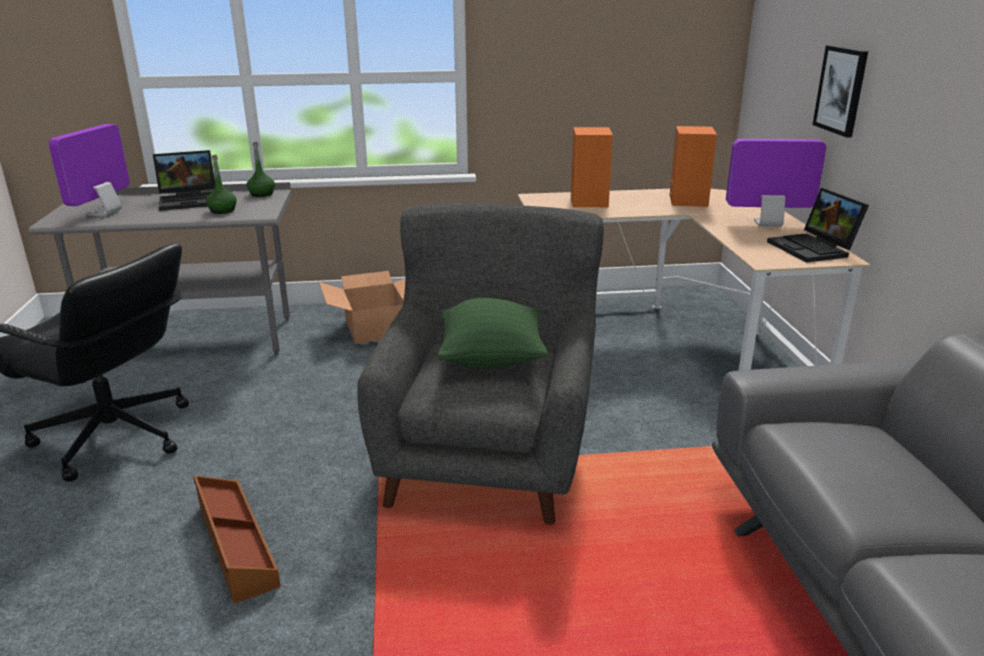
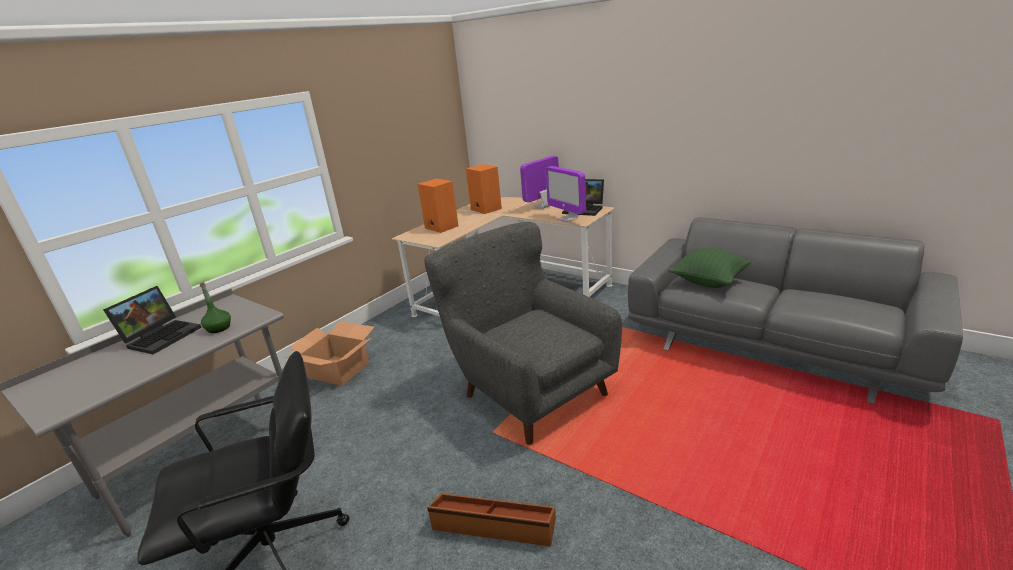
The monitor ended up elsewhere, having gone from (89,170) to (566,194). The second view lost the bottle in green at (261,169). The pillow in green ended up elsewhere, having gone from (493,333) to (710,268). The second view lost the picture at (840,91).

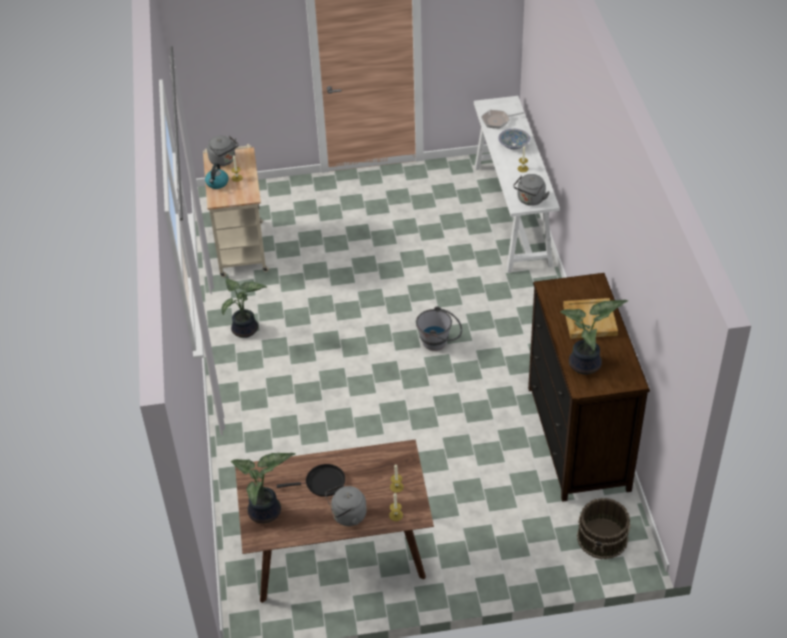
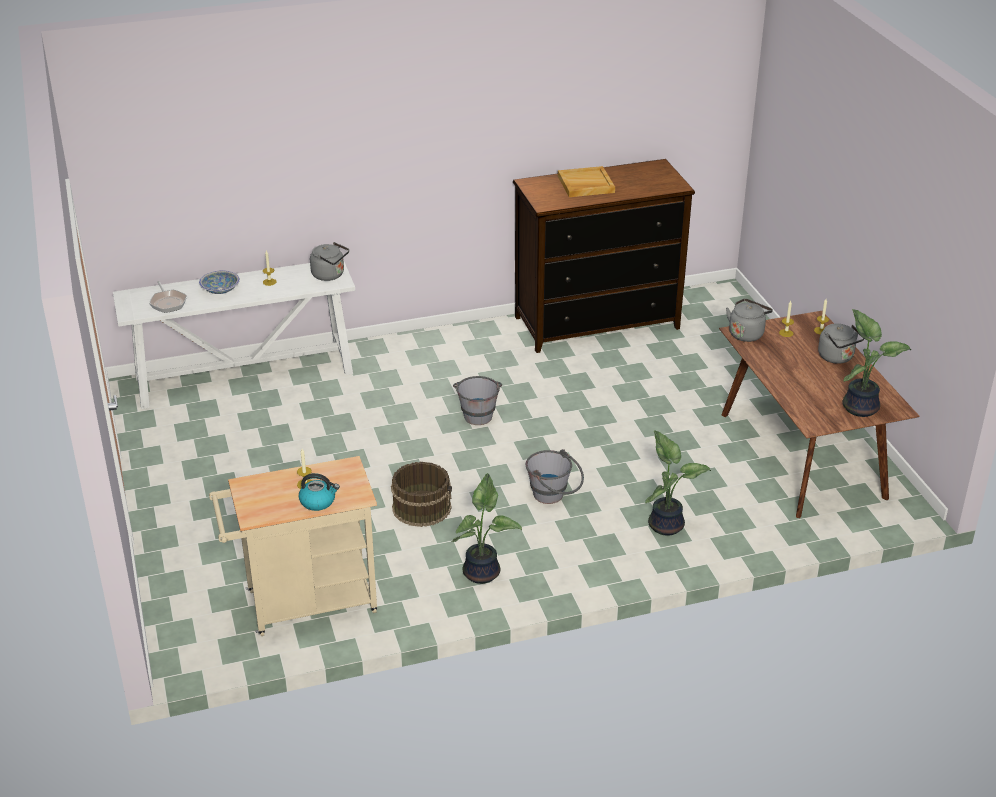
The kettle in grey ended up elsewhere, having gone from (223,151) to (749,320). The second view lost the frying pan in black at (311,480). The potted plant ended up elsewhere, having gone from (594,337) to (678,483). The bucket in brown ended up elsewhere, having gone from (604,528) to (421,494). The second view gained the bucket in grey at (554,476).

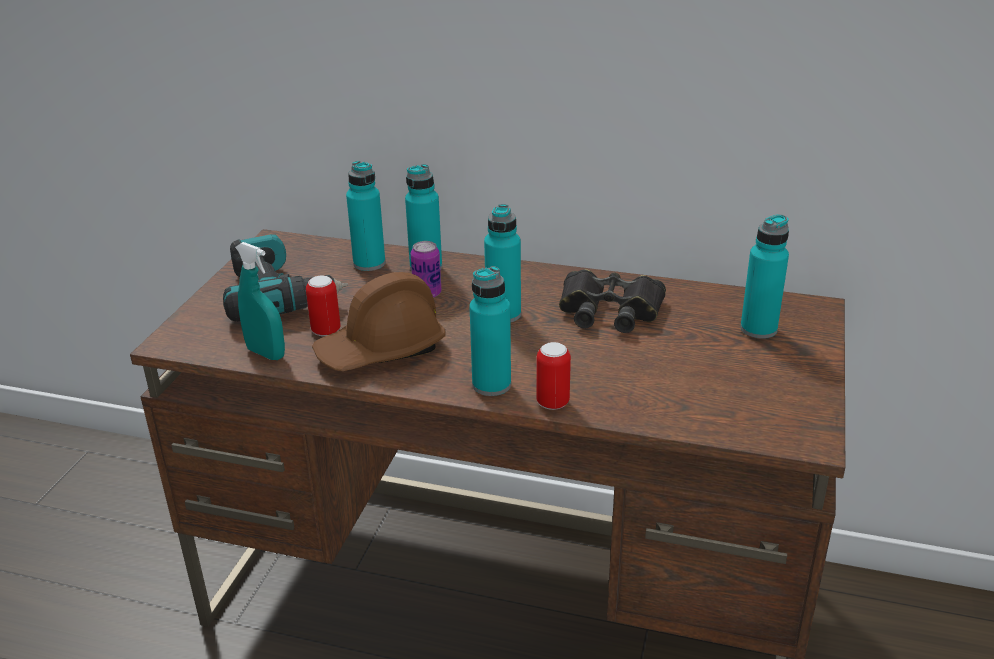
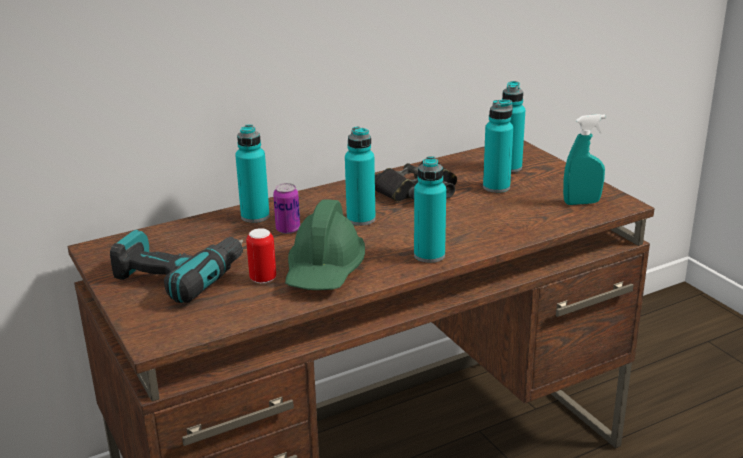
The spray bottle in turquoise ended up elsewhere, having gone from (260,301) to (584,159). What was the hard hat in brown at (378,321) turned into the hard hat in green at (325,244). The bottle in turquoise ended up elsewhere, having gone from (365,216) to (498,146). The second view lost the can at (553,376).

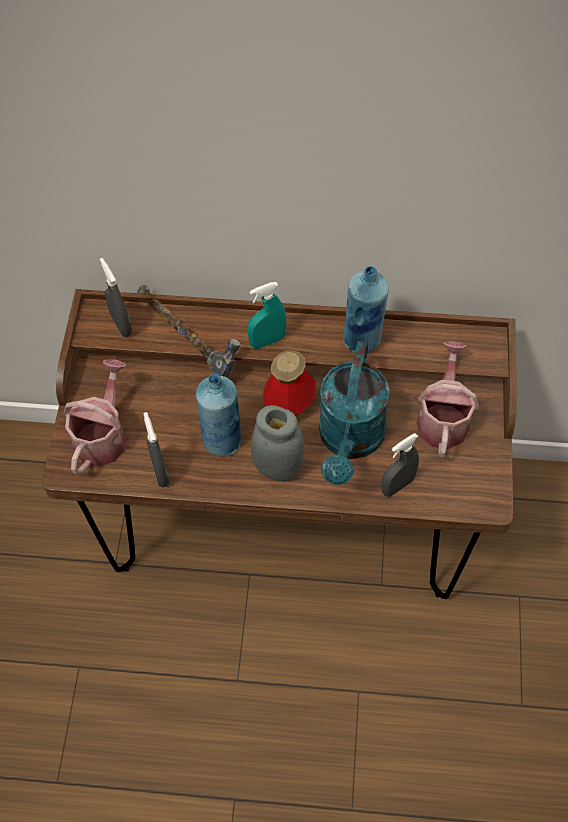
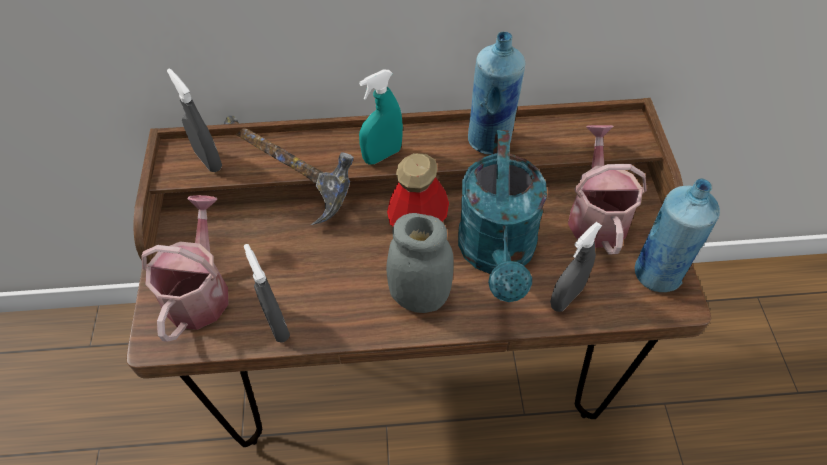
The bottle in blue ended up elsewhere, having gone from (219,414) to (677,235).

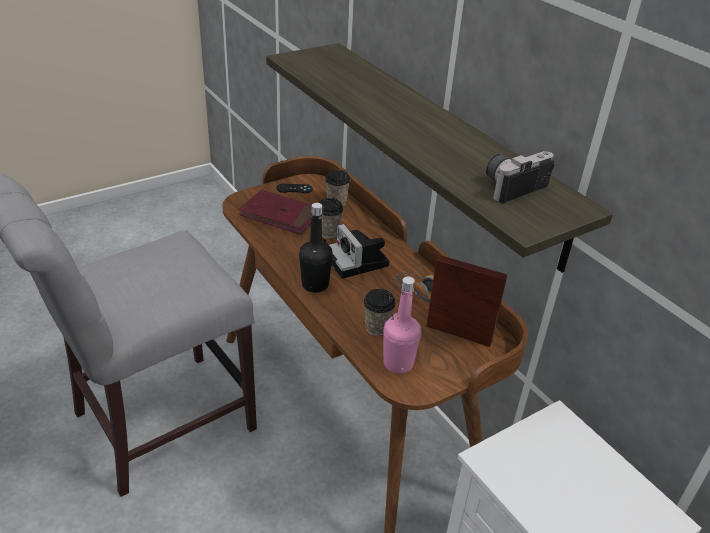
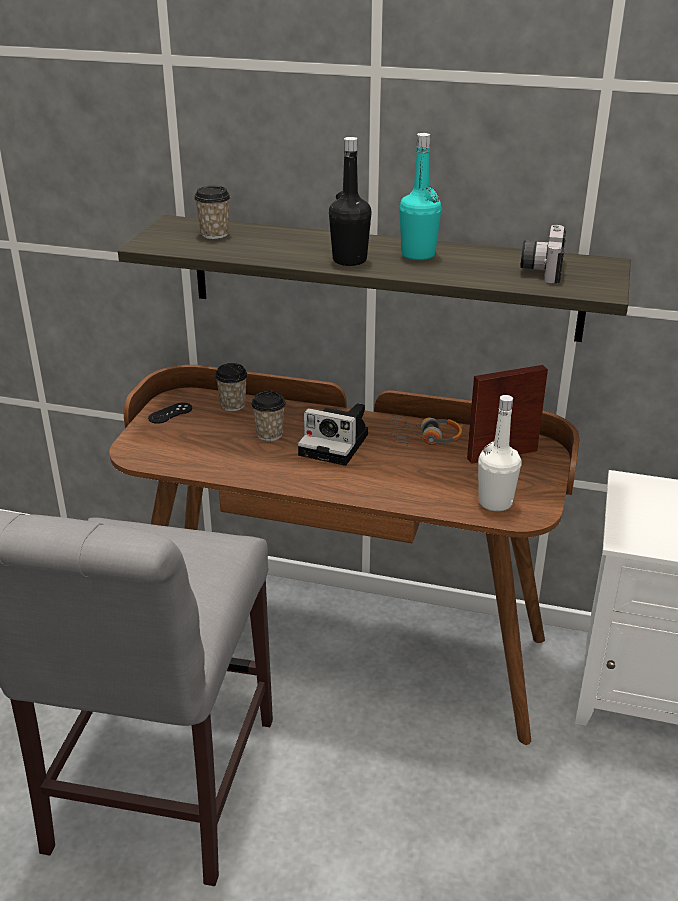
The second view lost the book in red at (275,212). The bottle in black ended up elsewhere, having gone from (316,248) to (350,201). The cup ended up elsewhere, having gone from (379,312) to (212,212). What was the bottle in pink at (402,325) turned into the bottle in white at (499,453). The second view gained the bottle in turquoise at (420,196).

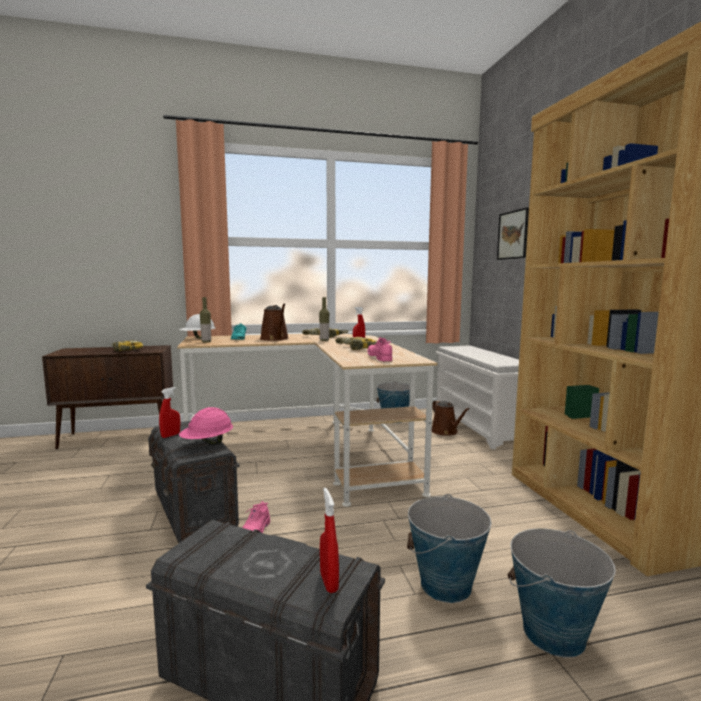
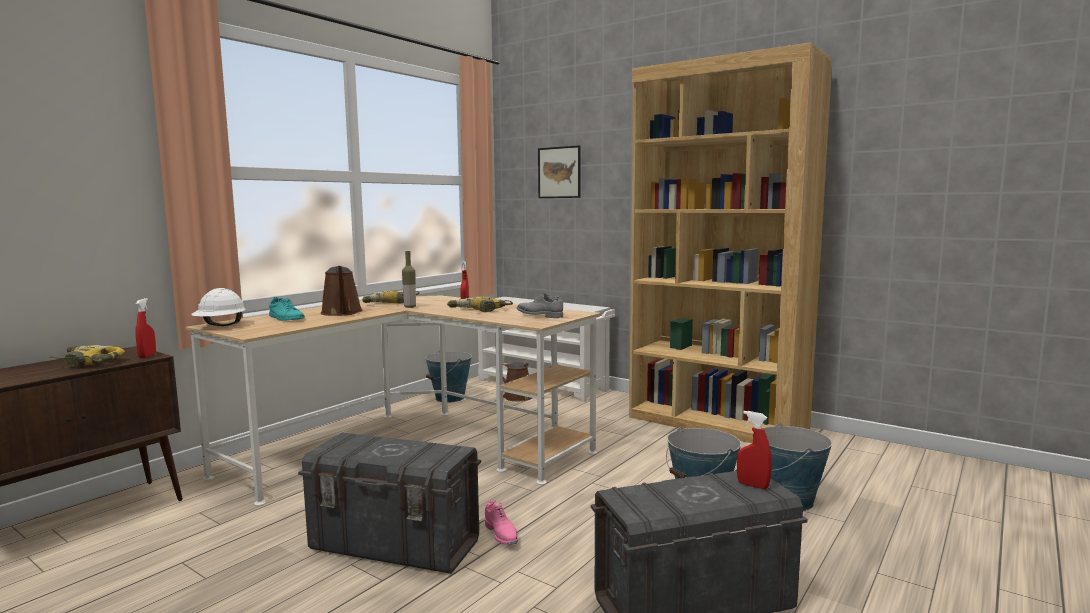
The spray bottle in red ended up elsewhere, having gone from (169,412) to (146,328). The second view lost the hard hat in pink at (206,426). The second view lost the bottle at (205,320). The watering can in brown at (274,322) ended up facing another way, 45 degrees clockwise from before. What was the shoe in pink at (379,349) turned into the shoe in grey at (540,305).

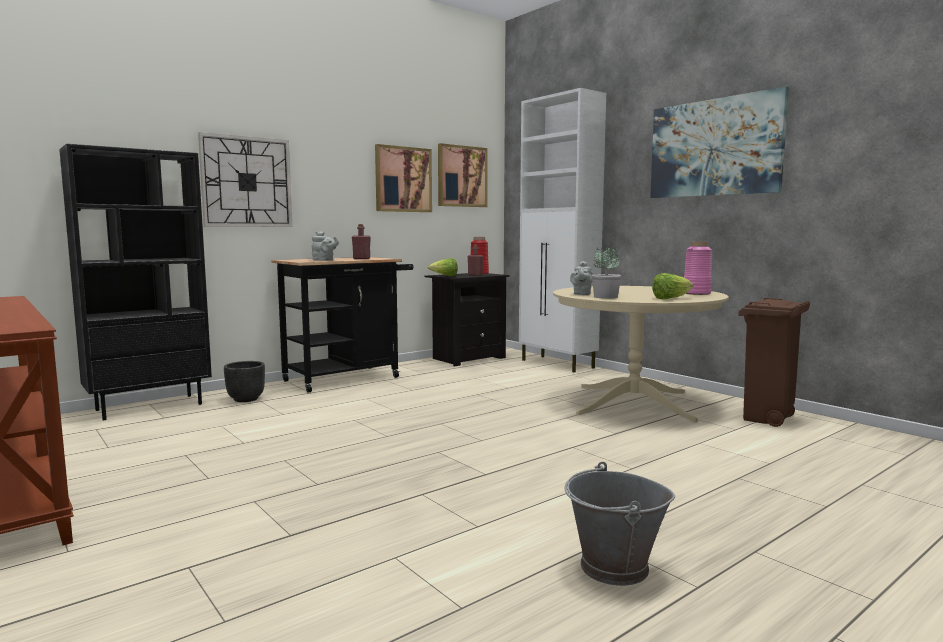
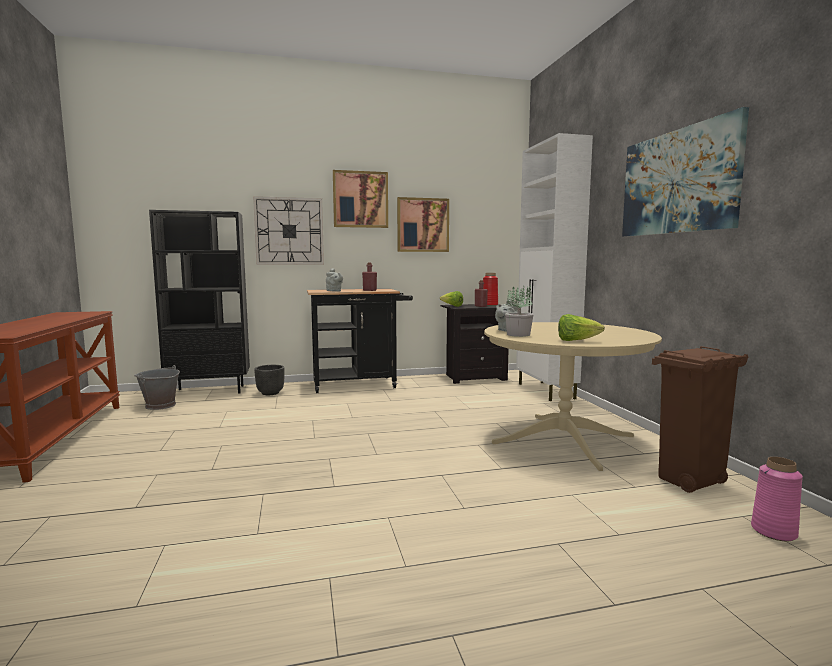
The picture ended up elsewhere, having gone from (463,175) to (360,199). The bucket in grey ended up elsewhere, having gone from (620,524) to (157,387). The vase in pink ended up elsewhere, having gone from (698,268) to (777,499).

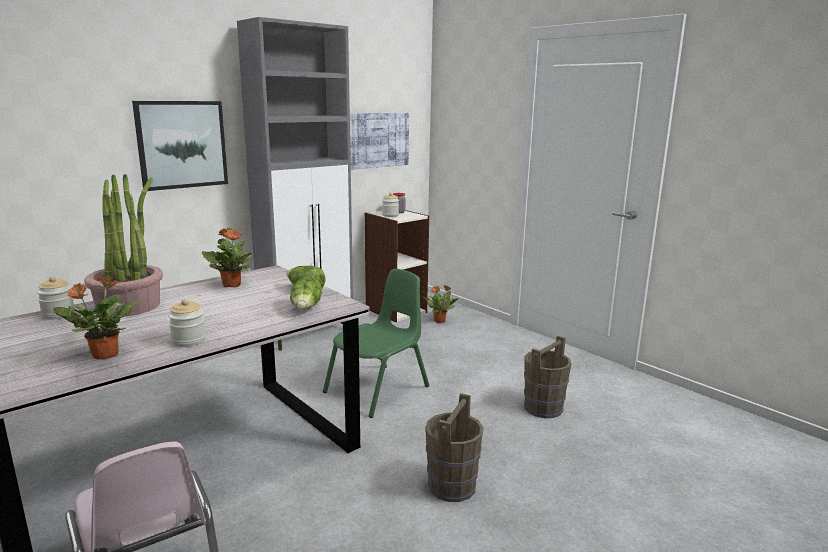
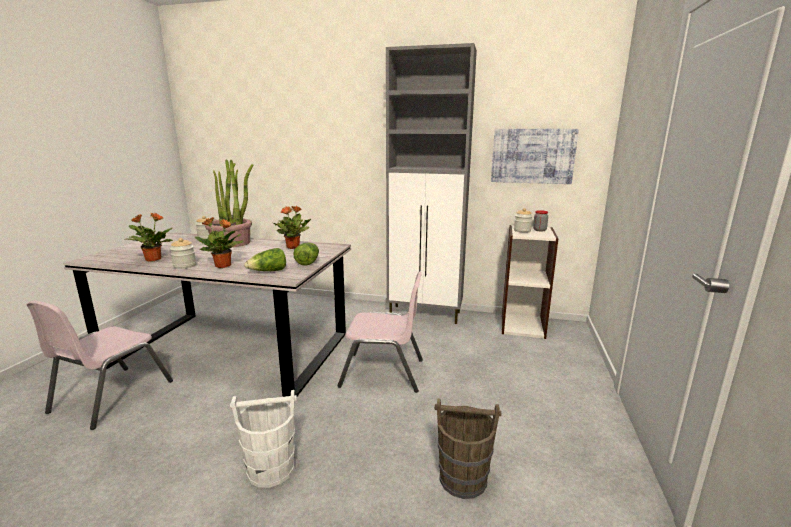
The second view lost the picture at (180,146). What was the chair in green at (376,343) turned into the chair in pink at (380,332). The potted plant ended up elsewhere, having gone from (441,304) to (219,242). What was the bucket in brown at (454,447) turned into the bucket in white at (263,439).

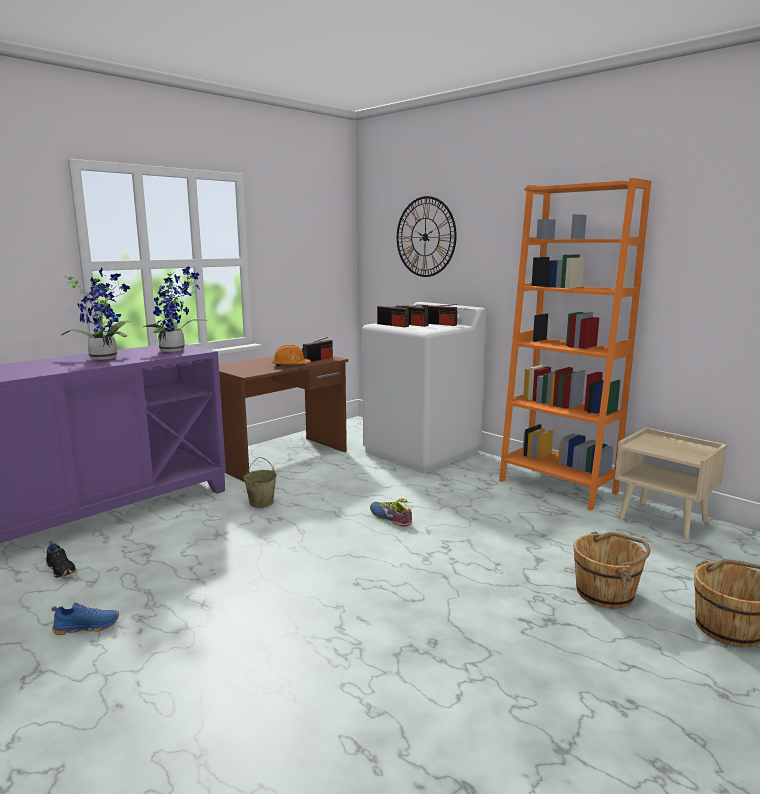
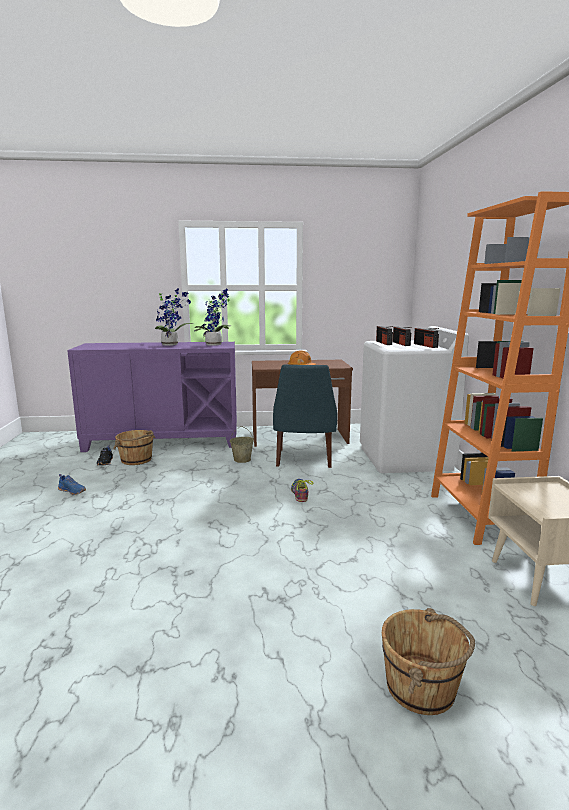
The second view lost the radio at (317,349). The second view lost the wall clock at (427,236). The bucket in brown ended up elsewhere, having gone from (611,570) to (134,447). The second view gained the chair in blue at (305,416).

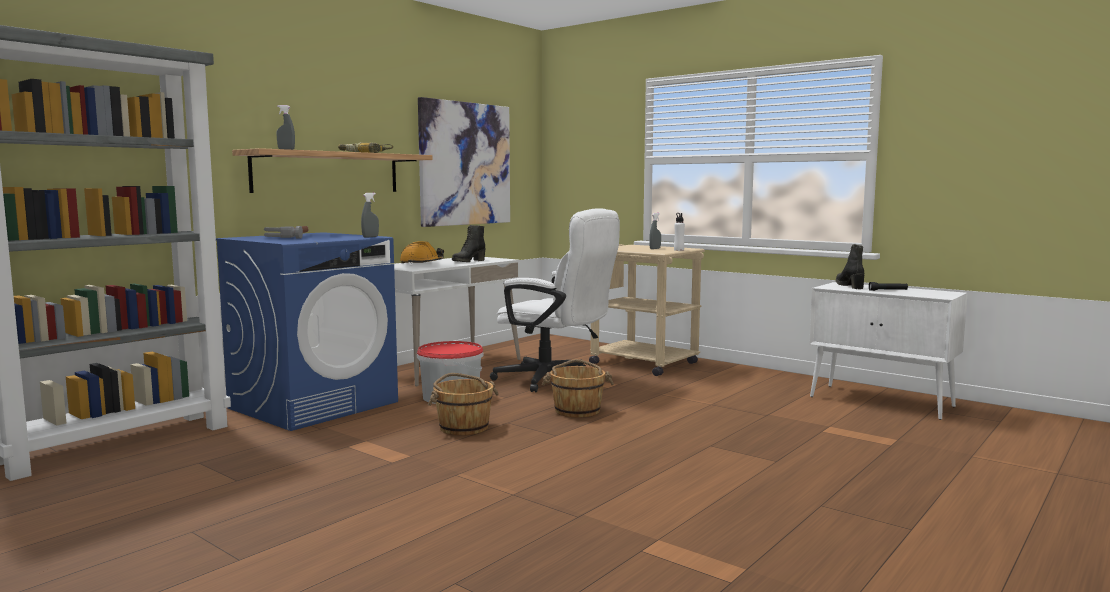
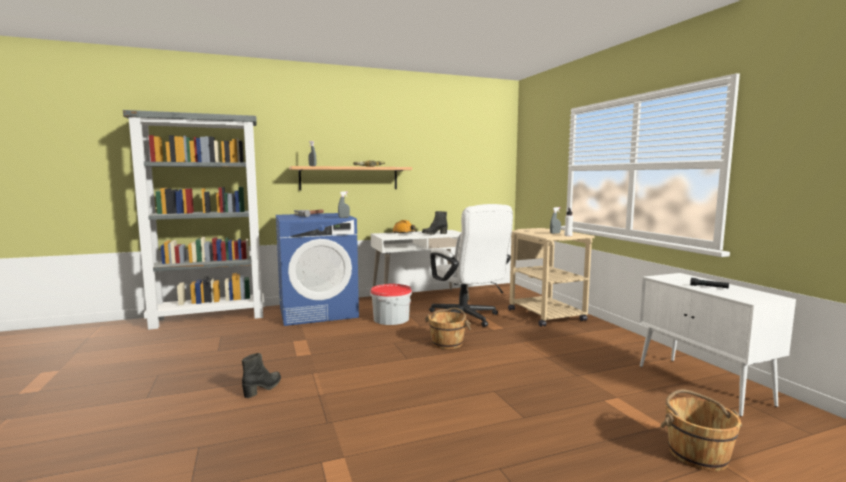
The second view lost the picture at (464,162). The bucket in brown ended up elsewhere, having gone from (463,404) to (701,430). The boot in black ended up elsewhere, having gone from (850,266) to (261,375).

